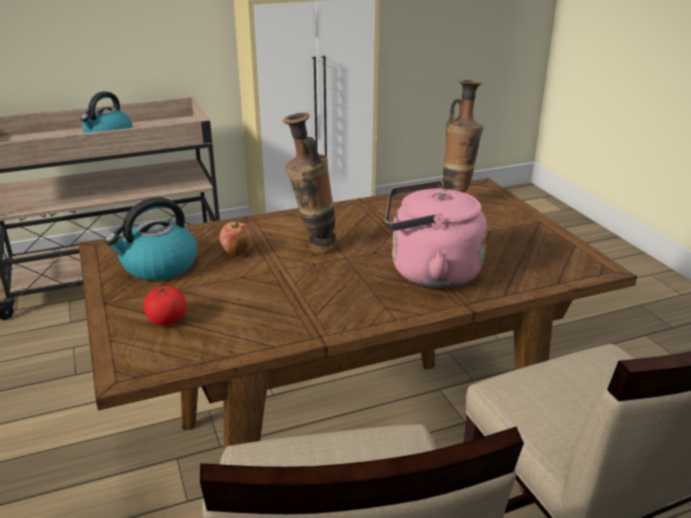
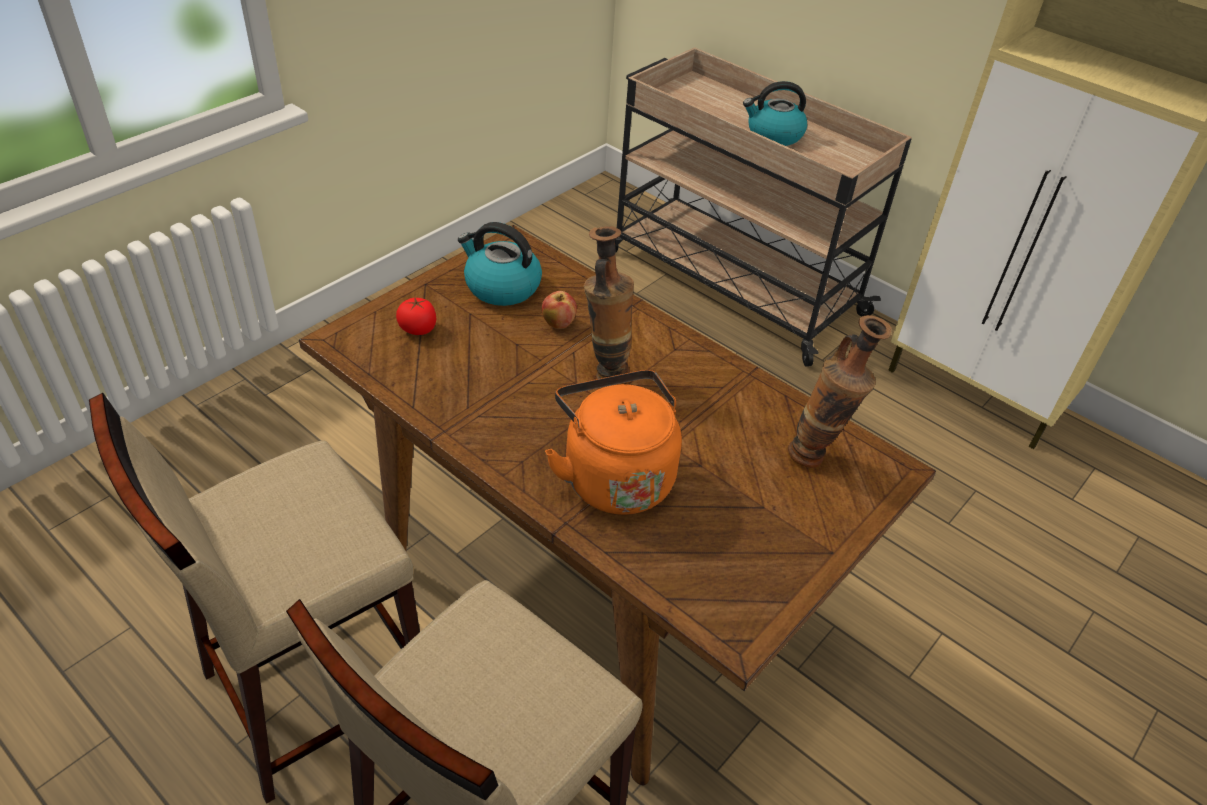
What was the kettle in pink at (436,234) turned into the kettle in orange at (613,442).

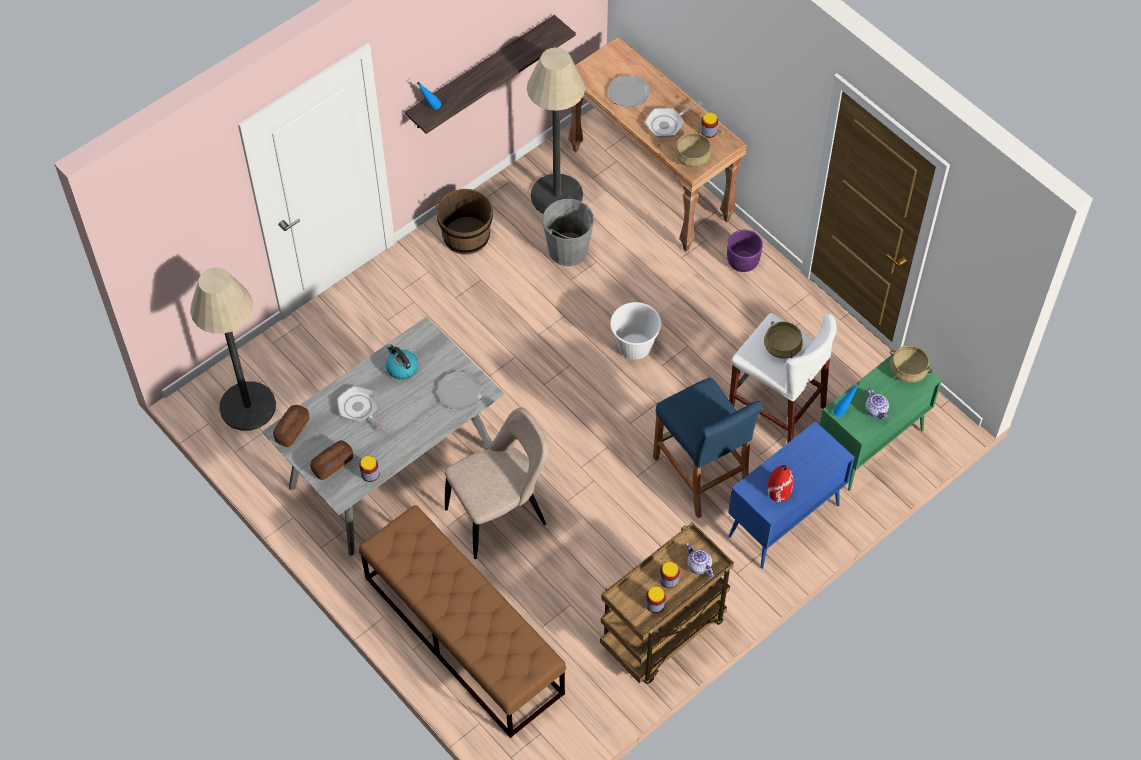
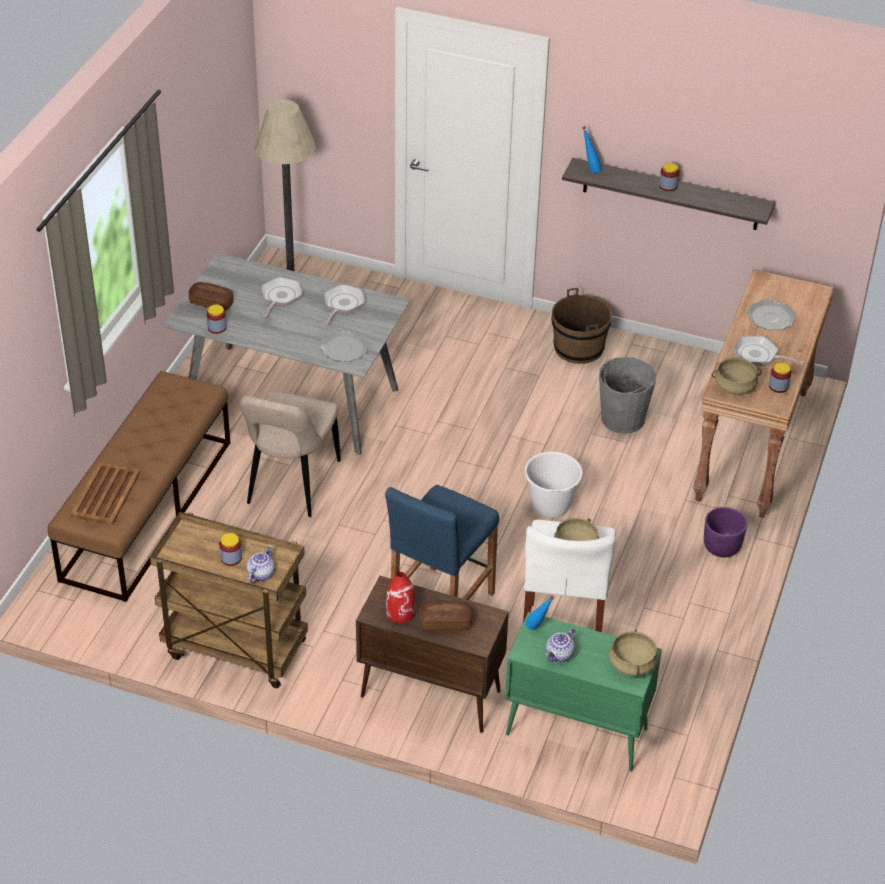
The bread ended up elsewhere, having gone from (291,426) to (446,615). Where the kettle stood at (402,362), the frying pan came to stand at (344,304). The chair in beige at (497,483) ended up facing another way, 75 degrees clockwise from before. The second view lost the floor lamp at (556,131). The jar ended up elsewhere, having gone from (656,599) to (669,177). What was the cabinet in blue at (791,495) turned into the cabinet in brown at (432,654). The second view gained the tray in brown at (105,493).

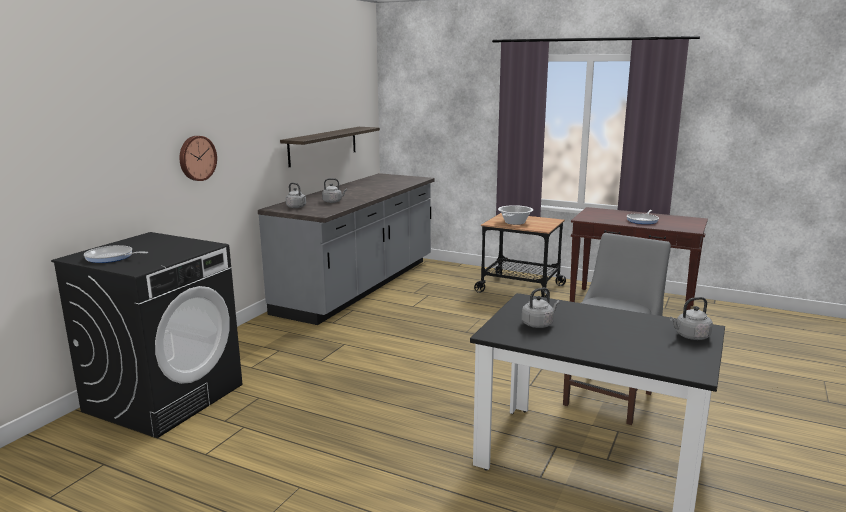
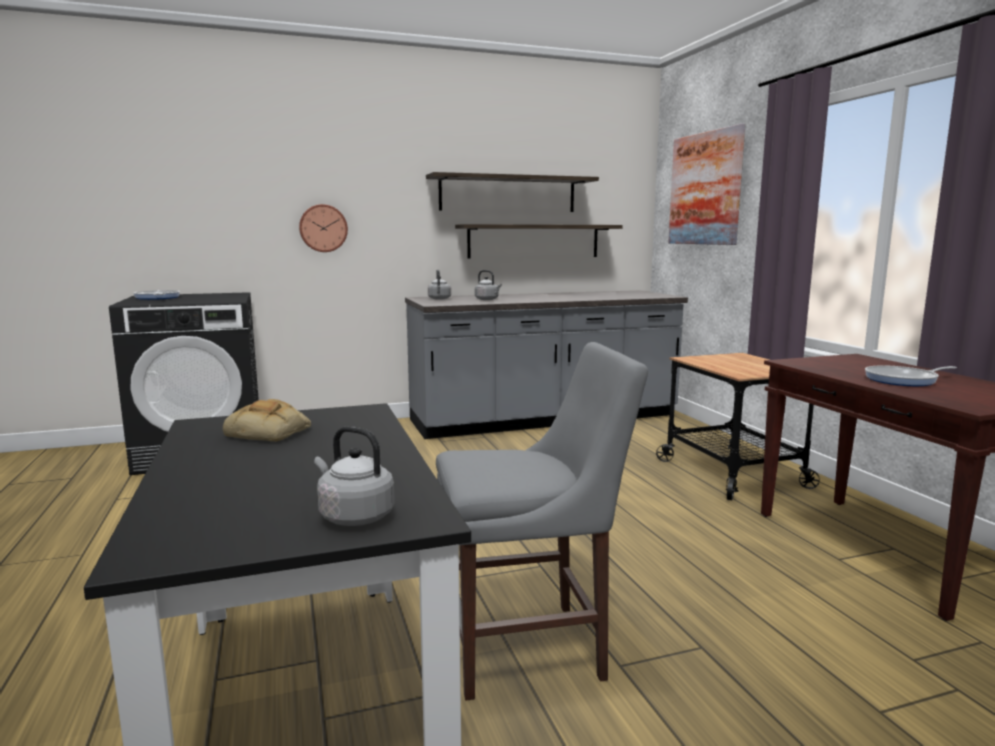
The second view lost the cooking pot at (515,215). Where the kettle in grey stood at (541,307), the bread came to stand at (267,420). The second view gained the shelf at (512,192). The second view gained the picture at (706,184).

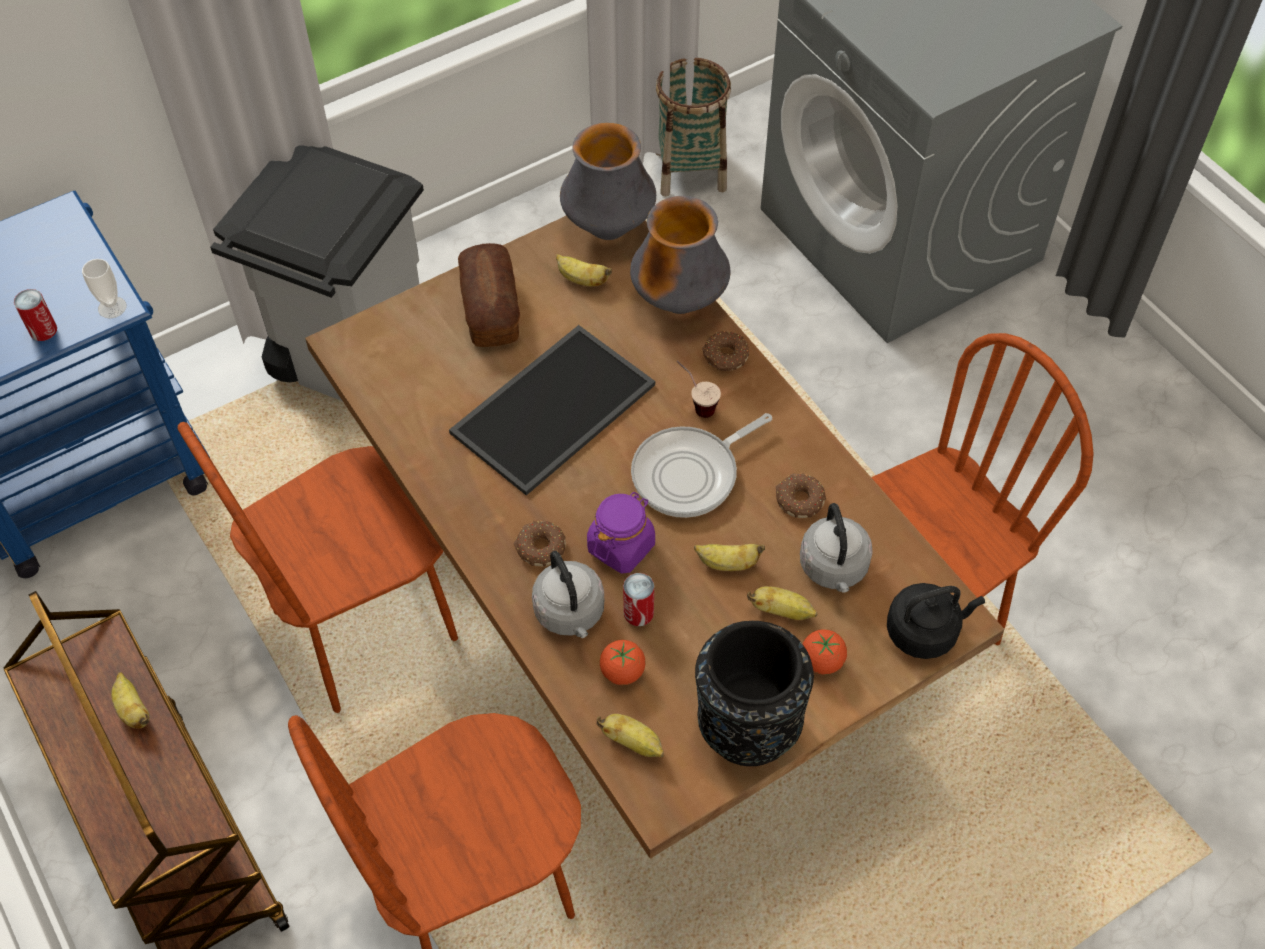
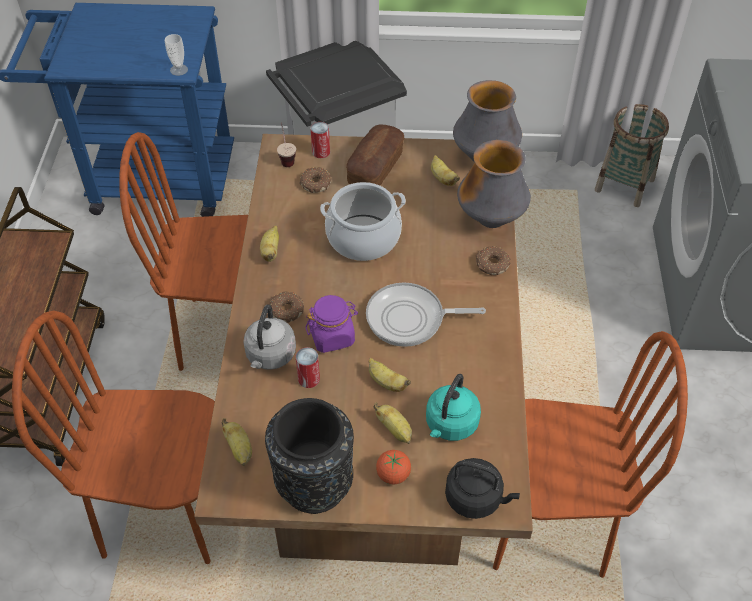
The can ended up elsewhere, having gone from (35,315) to (320,140). The banana ended up elsewhere, having gone from (130,700) to (269,243). Where the tray stood at (552,410), the cooking pot came to stand at (363,221). The second view lost the tomato at (623,662). The cup ended up elsewhere, having gone from (698,389) to (286,144). The donut ended up elsewhere, having gone from (801,495) to (316,180). What was the kettle in grey at (836,548) turned into the kettle in turquoise at (453,407).

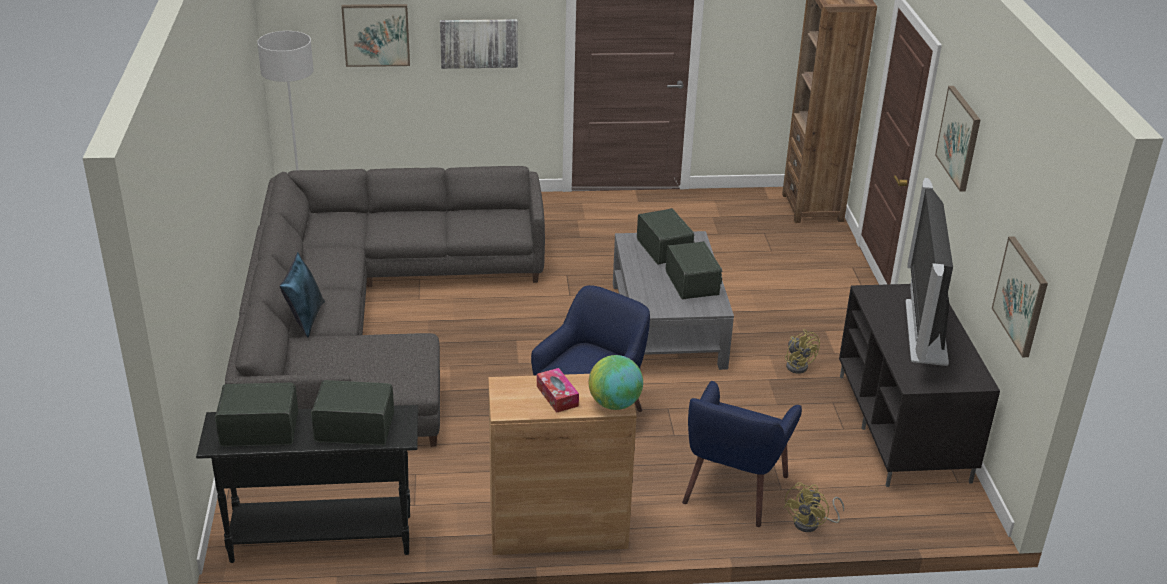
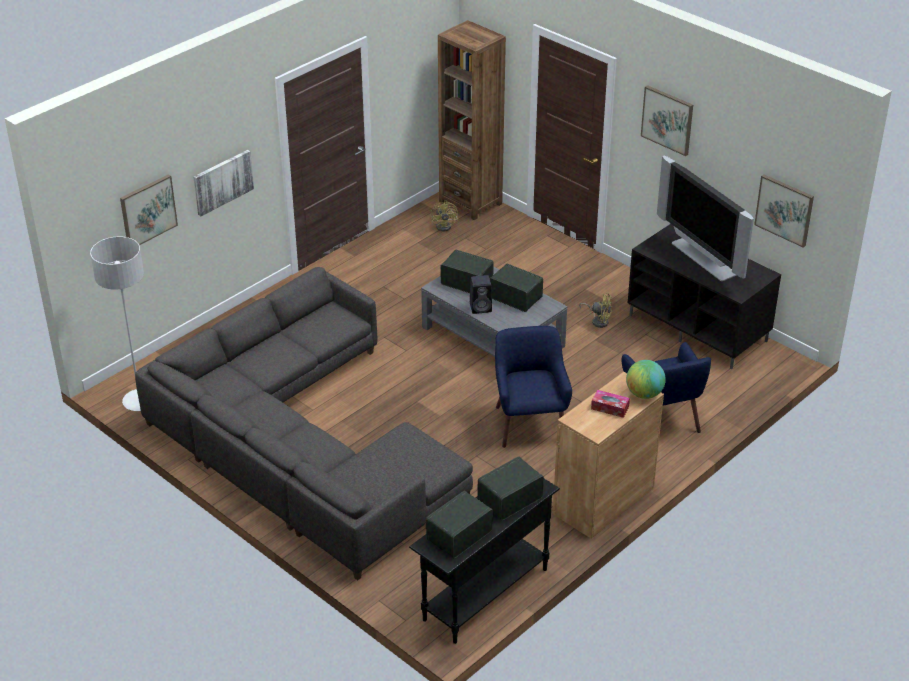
The second view lost the pillow in blue at (302,295). The fan in yellow ended up elsewhere, having gone from (814,507) to (444,215). The second view gained the speaker in black at (481,294).

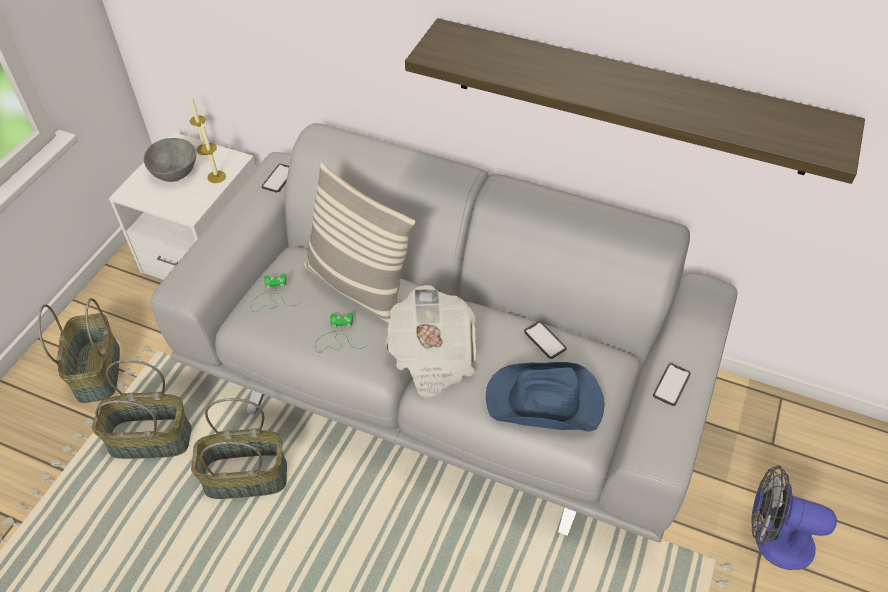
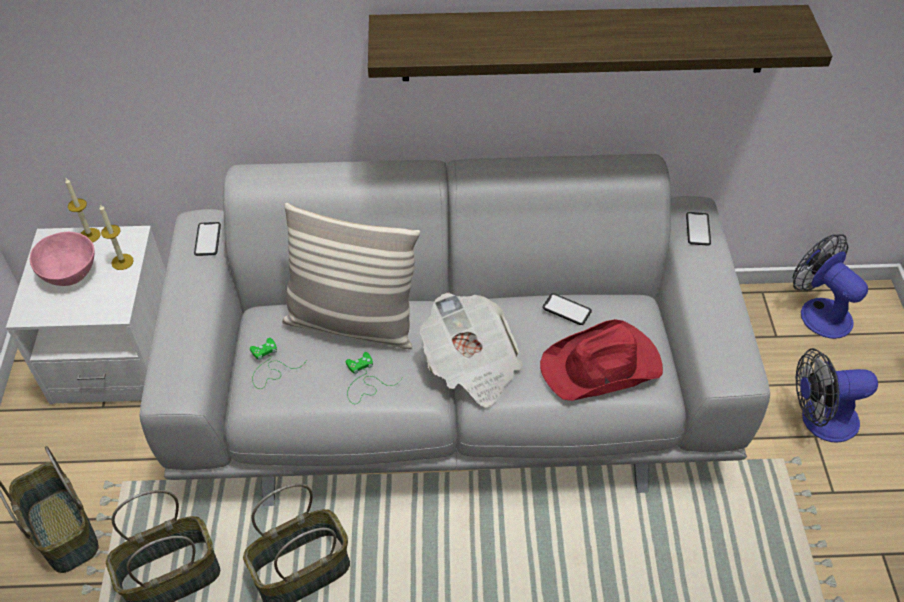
What was the bowl in grey at (170,160) turned into the bowl in pink at (62,259). What was the hat in blue at (545,397) turned into the hat in red at (601,360). The phone ended up elsewhere, having gone from (672,384) to (698,229). The second view gained the fan at (830,286).

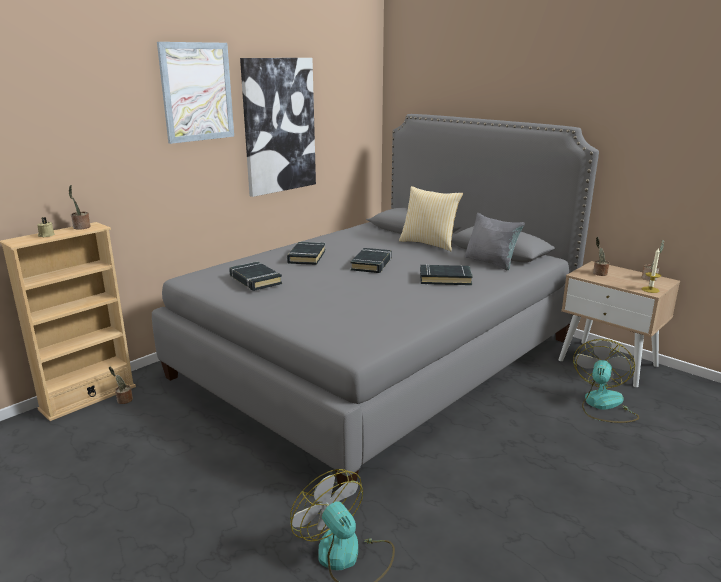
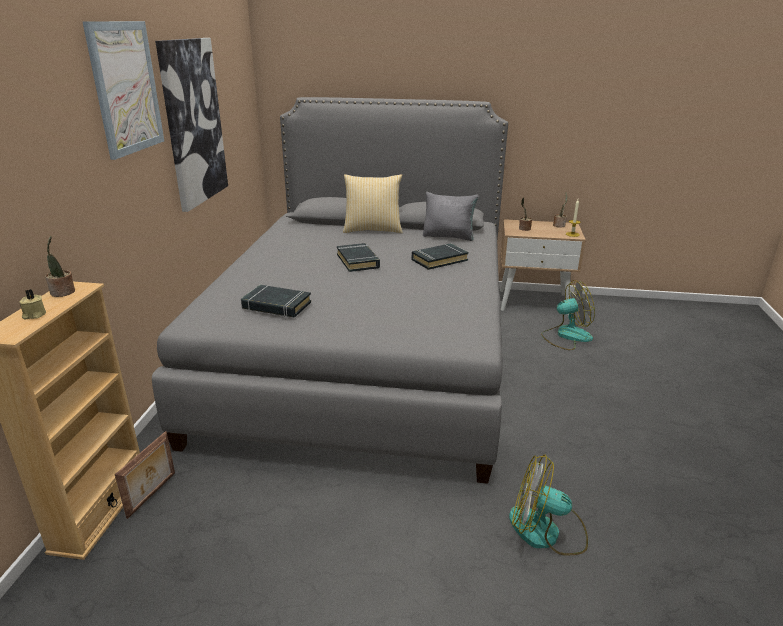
Where the potted plant stood at (121,385), the picture frame came to stand at (145,475). The second view lost the book in black at (306,253). The fan at (606,381) ended up facing another way, 90 degrees clockwise from before.

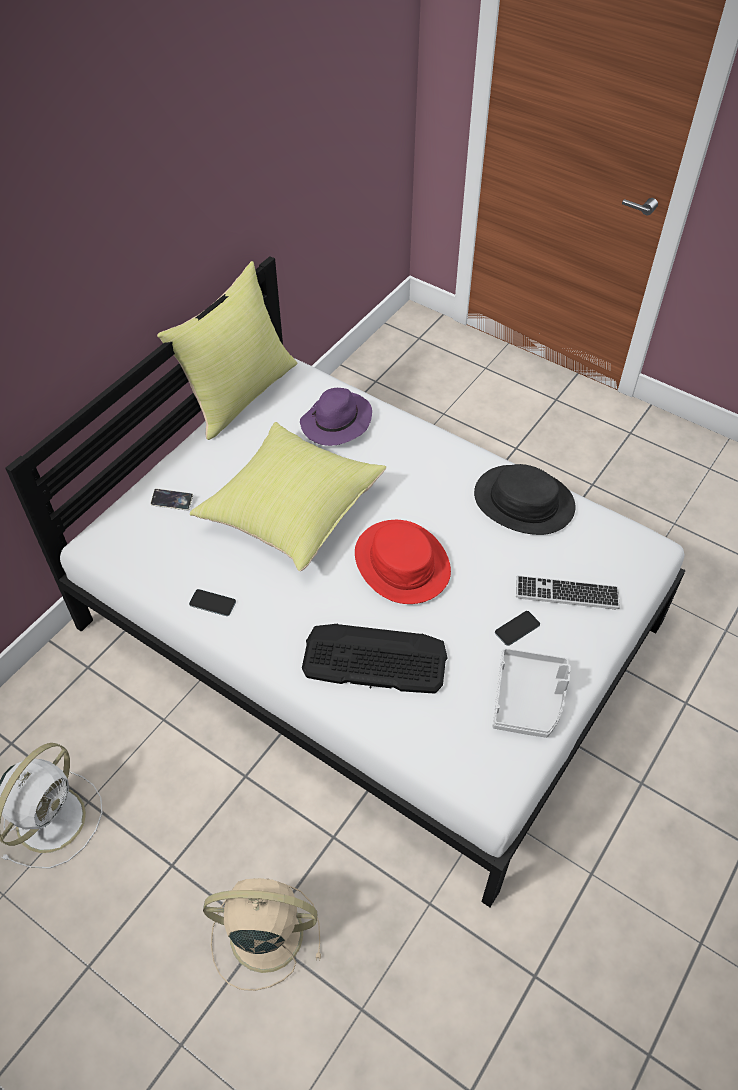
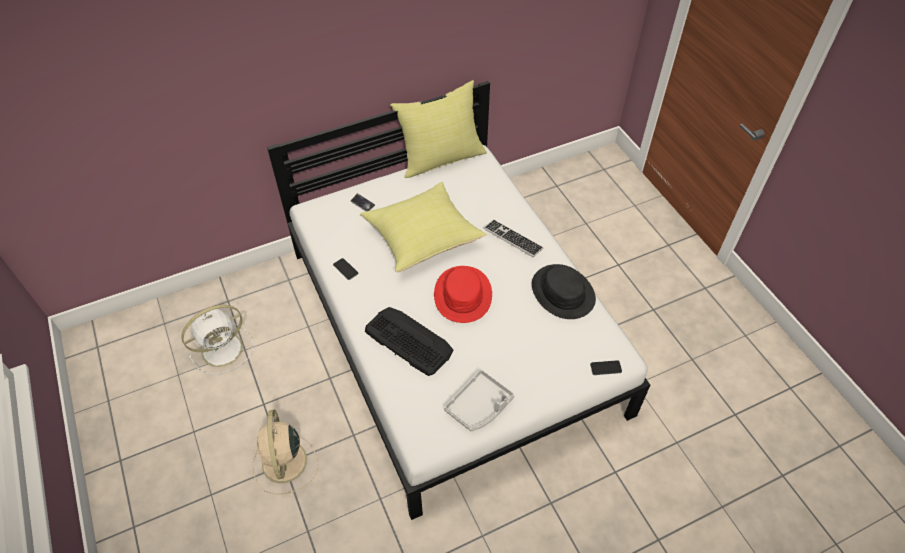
The fan in beige at (262,934) ended up facing another way, 135 degrees counterclockwise from before. The second view lost the hat in purple at (336,417). The phone ended up elsewhere, having gone from (517,628) to (606,367). The keyboard ended up elsewhere, having gone from (568,592) to (514,238).

